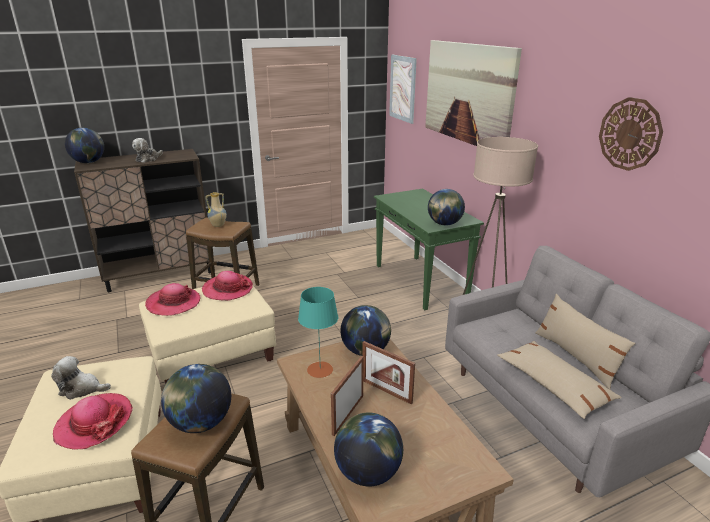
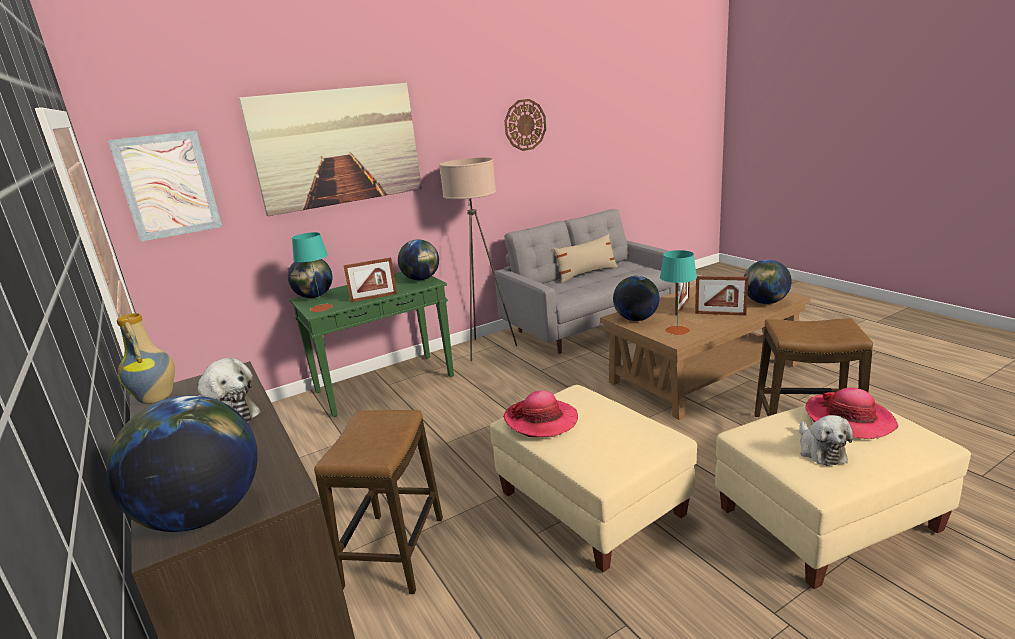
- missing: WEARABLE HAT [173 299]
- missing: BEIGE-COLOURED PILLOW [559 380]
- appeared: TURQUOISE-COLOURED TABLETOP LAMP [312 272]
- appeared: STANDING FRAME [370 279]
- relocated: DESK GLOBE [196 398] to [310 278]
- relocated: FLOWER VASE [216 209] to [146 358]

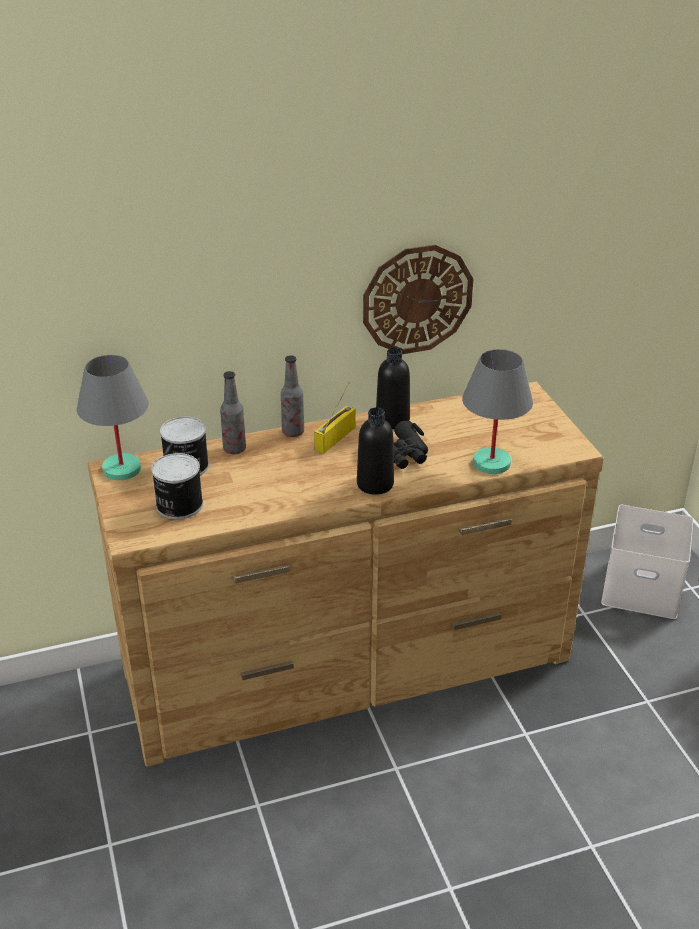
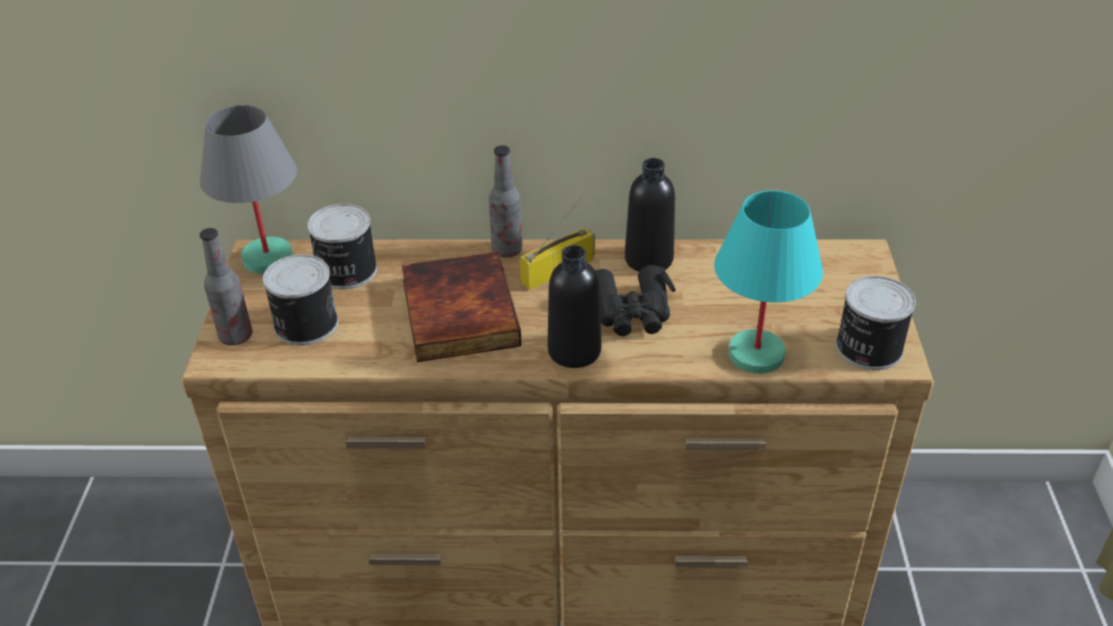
- missing: HANGING CLOCK [418 299]
- missing: WHITE-COLOURED STORAGE BOX [647 562]
- appeared: BOOK [462 307]
- appeared: SEALED CAN [876 323]
- relocated: DRINK BOTTLE [233 412] to [226 287]
- colour: GREYISH TABLETOP LAMP [497 411] to TURQUOISE-COLOURED TABLETOP LAMP [768 282]

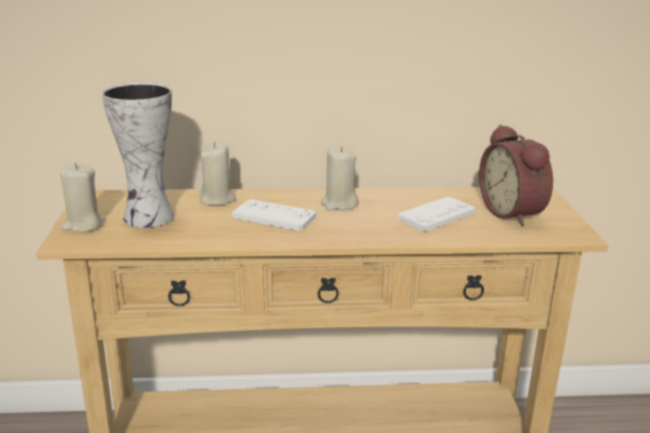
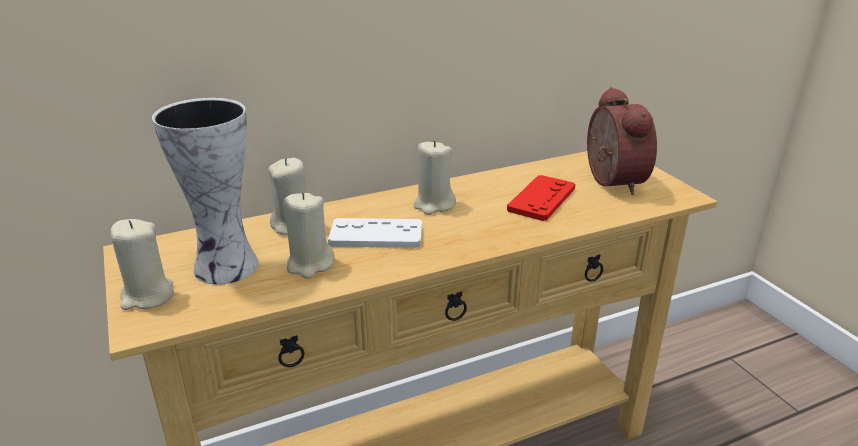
- appeared: BEIGE-COLOURED WAX LIGHT [309 235]
- colour: WHITE-COLOURED JOYPAD [437 214] to RED-COLOURED JOYPAD [541 198]
- spun: BEDSIDE CLOCK [516 175] = [622 141] 150 degrees counterclockwise

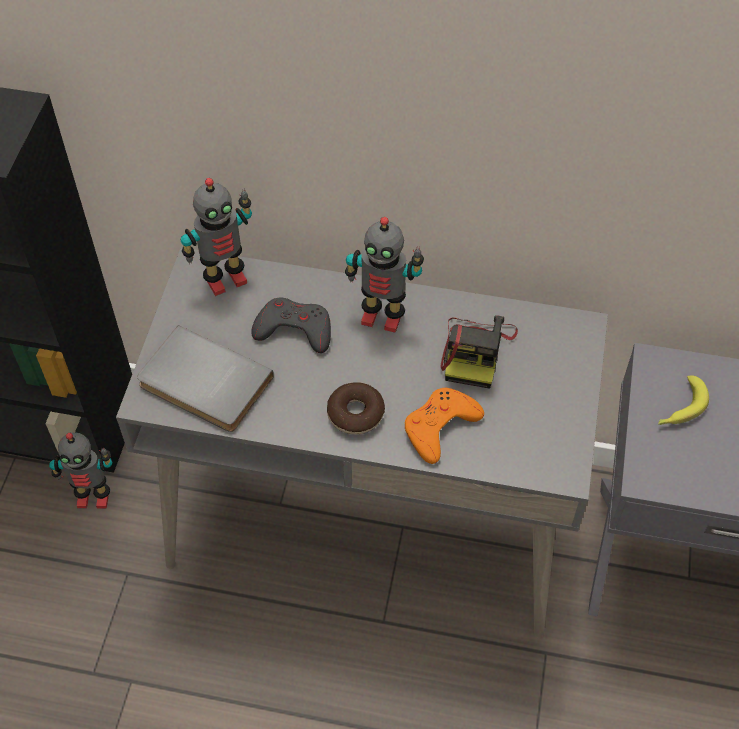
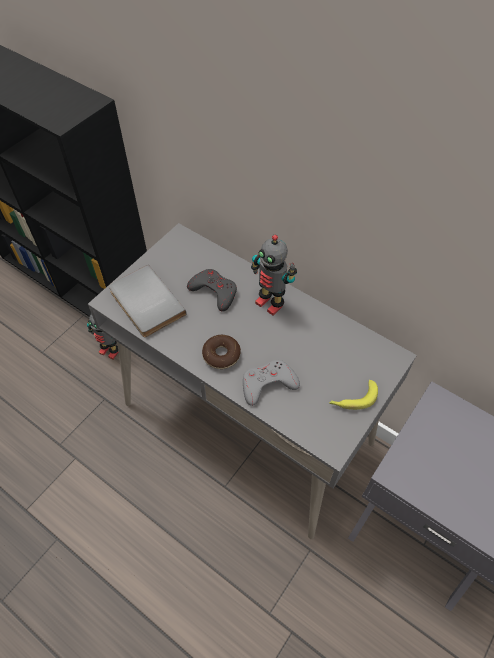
- missing: MODEL ROBOT [216 237]
- missing: PHOTO CAMERA [479 352]
- relocated: WHOLE BANANA [683 400] to [353 395]
- colour: ORANGE-COLOURED JOYPAD [444 426] to GREYISH JOYPAD [271 383]

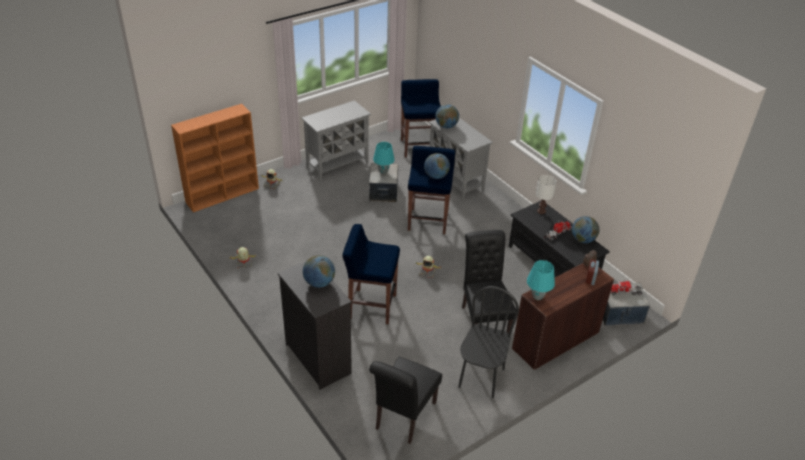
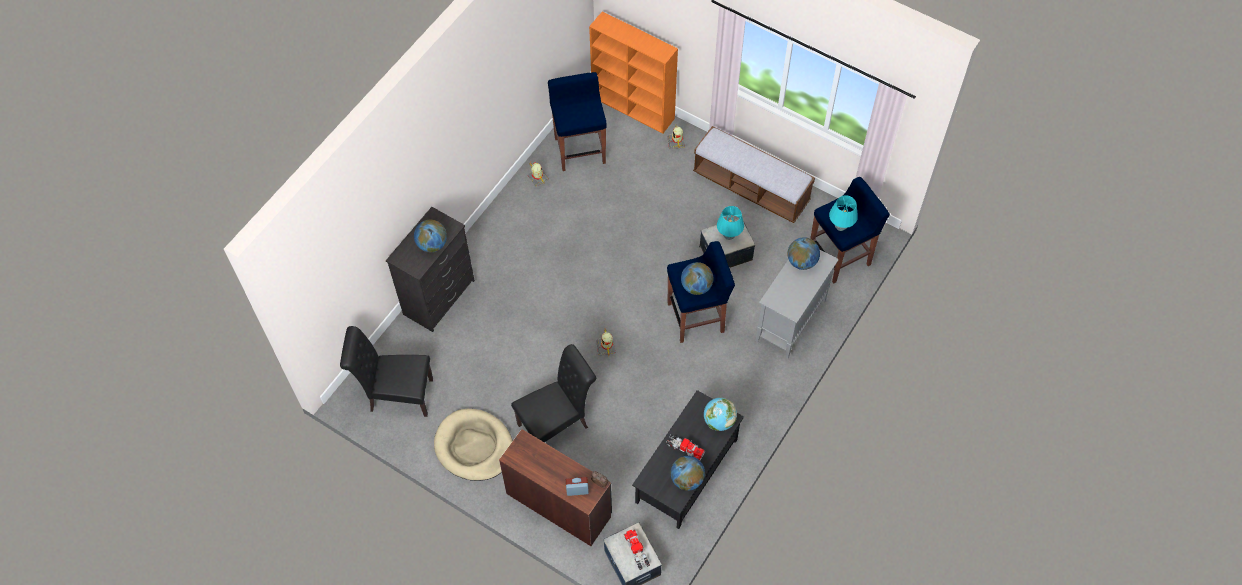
- relocated: BLUE-COLOURED STOOL [371 274] to [577 121]
- relocated: TURQUOISE-COLOURED TABLETOP LAMP [541 280] to [843 213]
- exchanged: GREYISH CABINET [336 140] to INDOOR BENCH [754 174]
- exchanged: BLACK-COLOURED UPRIGHT CHAIR [488 342] to BEIGE-COLOURED DOG CUSHION [473 445]
- exchanged: WHITE-COLOURED TABLETOP LAMP [546 194] to DESK GLOBE [720 414]

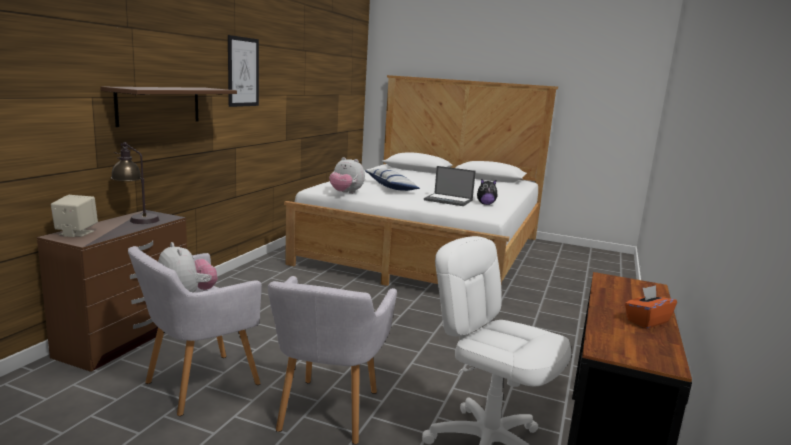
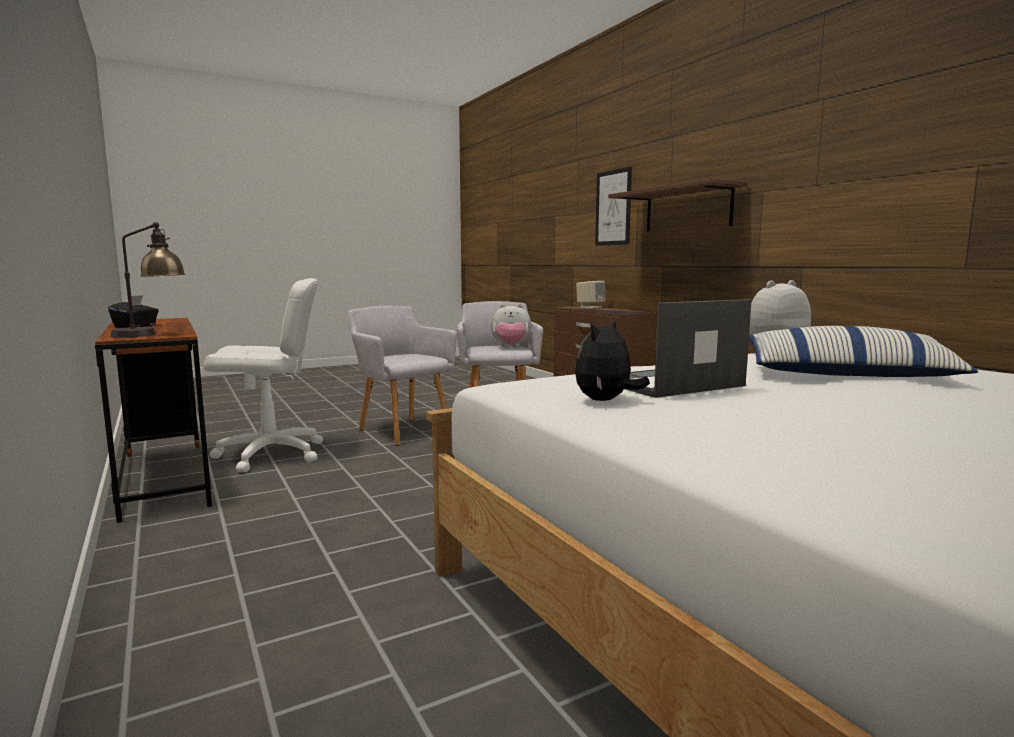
- relocated: TABLETOP LAMP [135 183] to [148 280]
- relocated: WALL ART [243 71] to [613 206]
- colour: ORANGE-COLOURED BOX OF TISSUES [651 306] to BLACK-COLOURED BOX OF TISSUES [133 311]

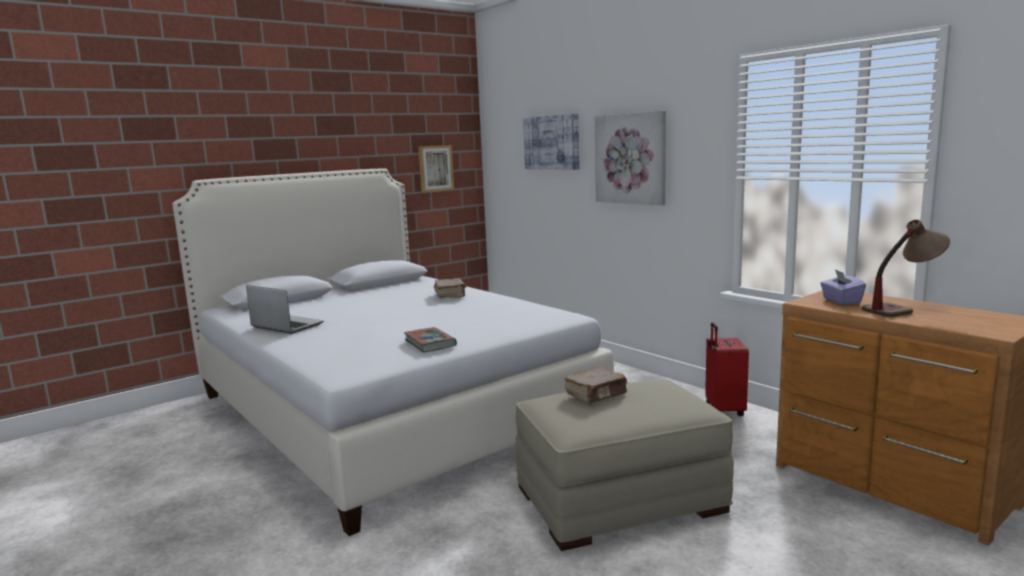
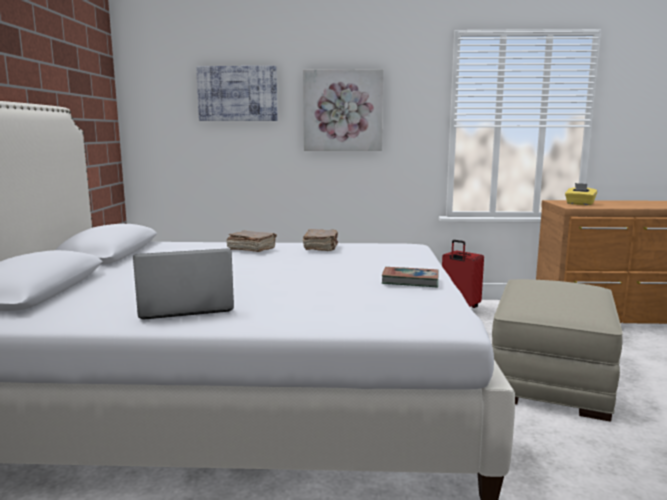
- missing: WALL ART [436 169]
- missing: TABLETOP LAMP [906 268]
- relocated: BROWN BOOK [595 384] to [320 240]
- colour: PURPLE-COLOURED BOX OF TISSUES [843 287] to YELLOWISH BOX OF TISSUES [581 194]

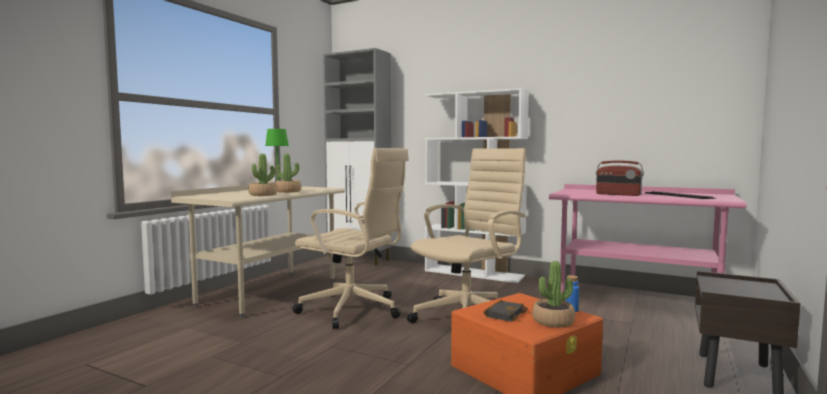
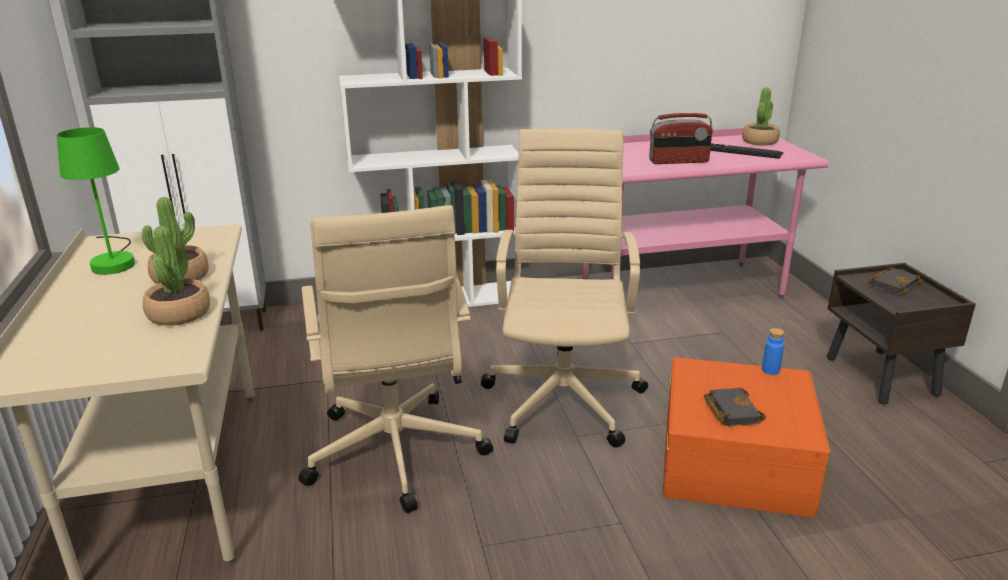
- appeared: BLACK-COLOURED BOOK [896 281]
- relocated: PLANT IN A POT [553 294] to [761 116]
- spun: BEIGE-COLOURED OFFICE CHAIR [350 238] = [395 359] 90 degrees clockwise

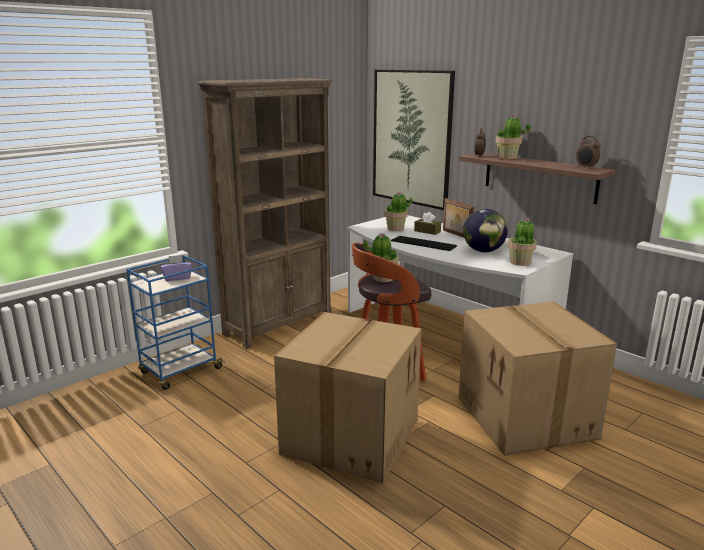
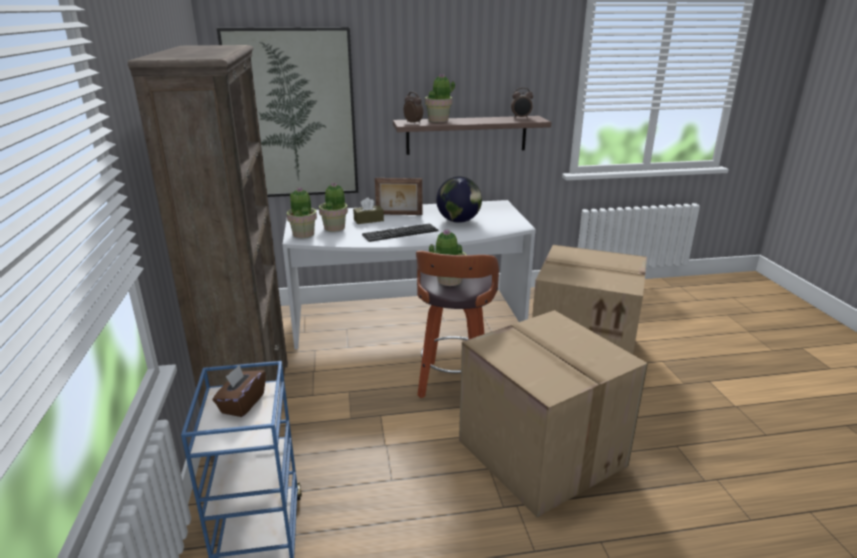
- relocated: PLANT IN A POT [522 241] to [302 212]
- colour: PURPLE-COLOURED BOX OF TISSUES [176 268] to BROWN BOX OF TISSUES [239 391]

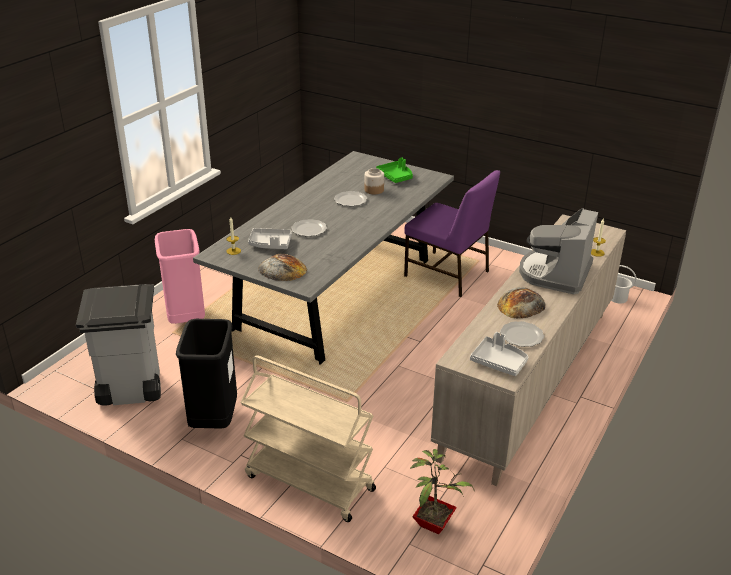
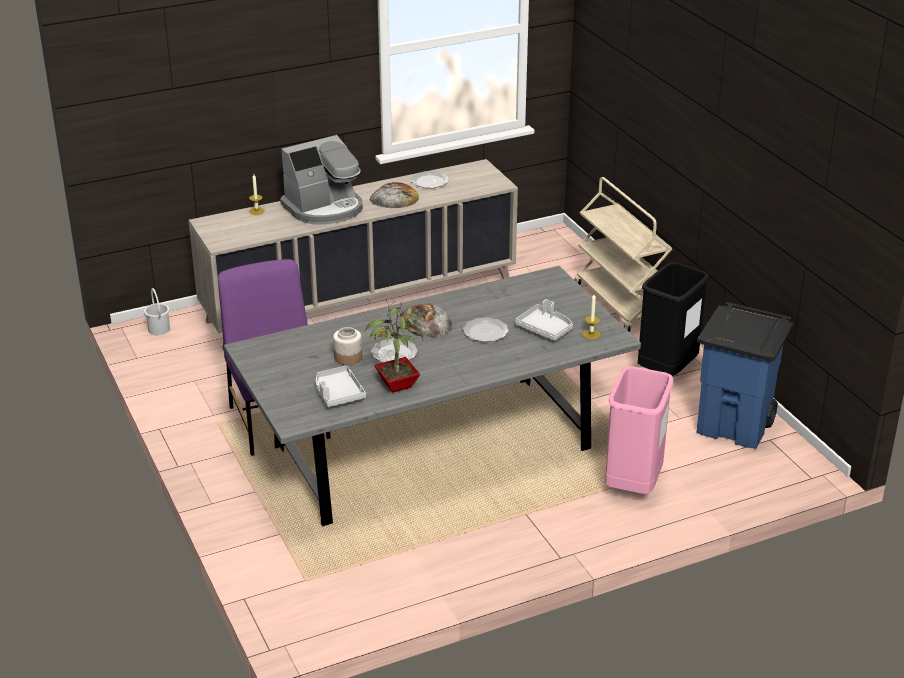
- missing: GREEN-COLOURED TRAY [394 170]
- relocated: BAKED BREAD [282 267] to [427 320]
- relocated: PLANT IN A POT [442 491] to [394 346]
- relocated: GREYISH TRAY [499 354] to [341 386]
- colour: GREYISH TRASH CAN [118 345] to BLUE-COLOURED TRASH CAN [744 375]

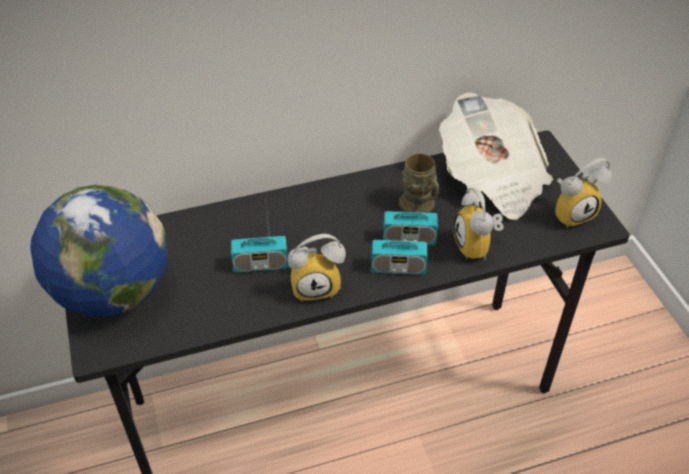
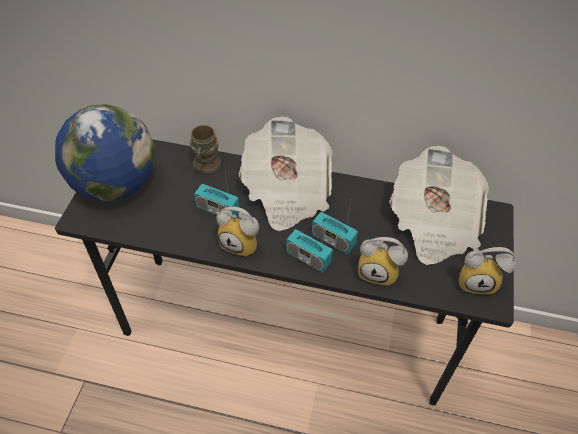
- appeared: NEWSPAPER [285 174]
- relocated: BROWN MUG [419 183] to [205 149]
- spun: BEDSIDE CLOCK [478 224] = [383 261] 90 degrees counterclockwise

